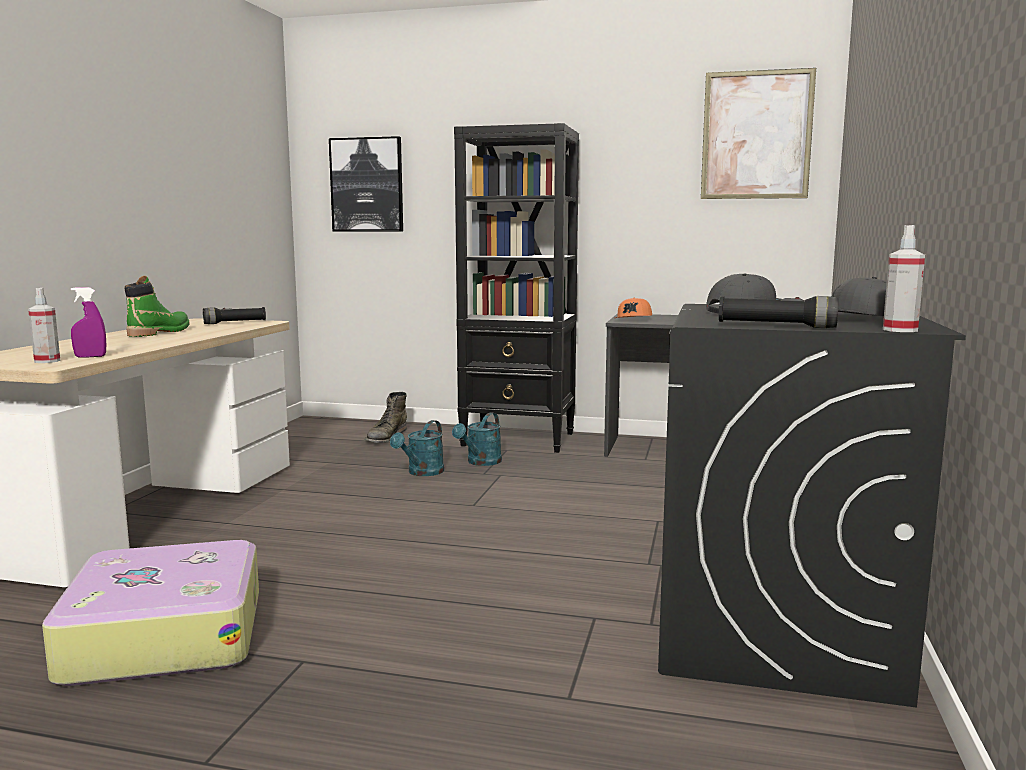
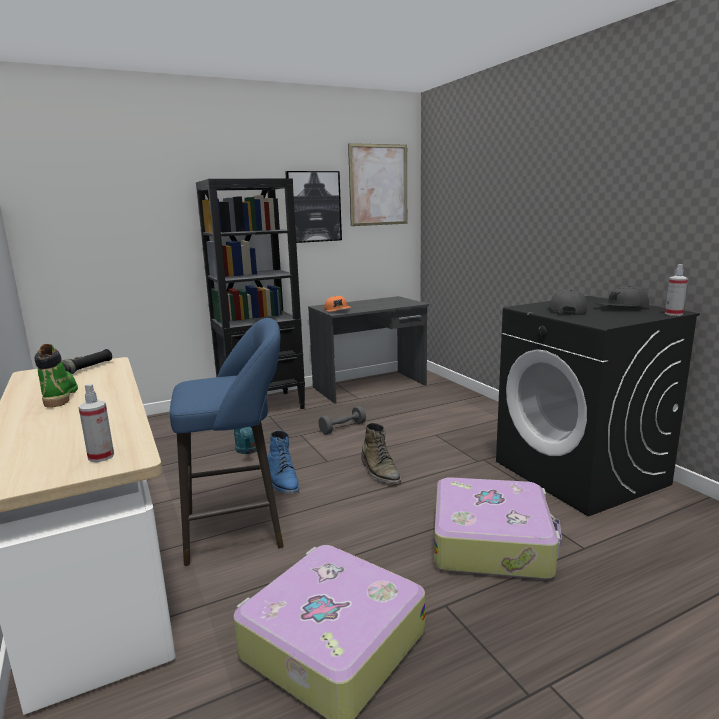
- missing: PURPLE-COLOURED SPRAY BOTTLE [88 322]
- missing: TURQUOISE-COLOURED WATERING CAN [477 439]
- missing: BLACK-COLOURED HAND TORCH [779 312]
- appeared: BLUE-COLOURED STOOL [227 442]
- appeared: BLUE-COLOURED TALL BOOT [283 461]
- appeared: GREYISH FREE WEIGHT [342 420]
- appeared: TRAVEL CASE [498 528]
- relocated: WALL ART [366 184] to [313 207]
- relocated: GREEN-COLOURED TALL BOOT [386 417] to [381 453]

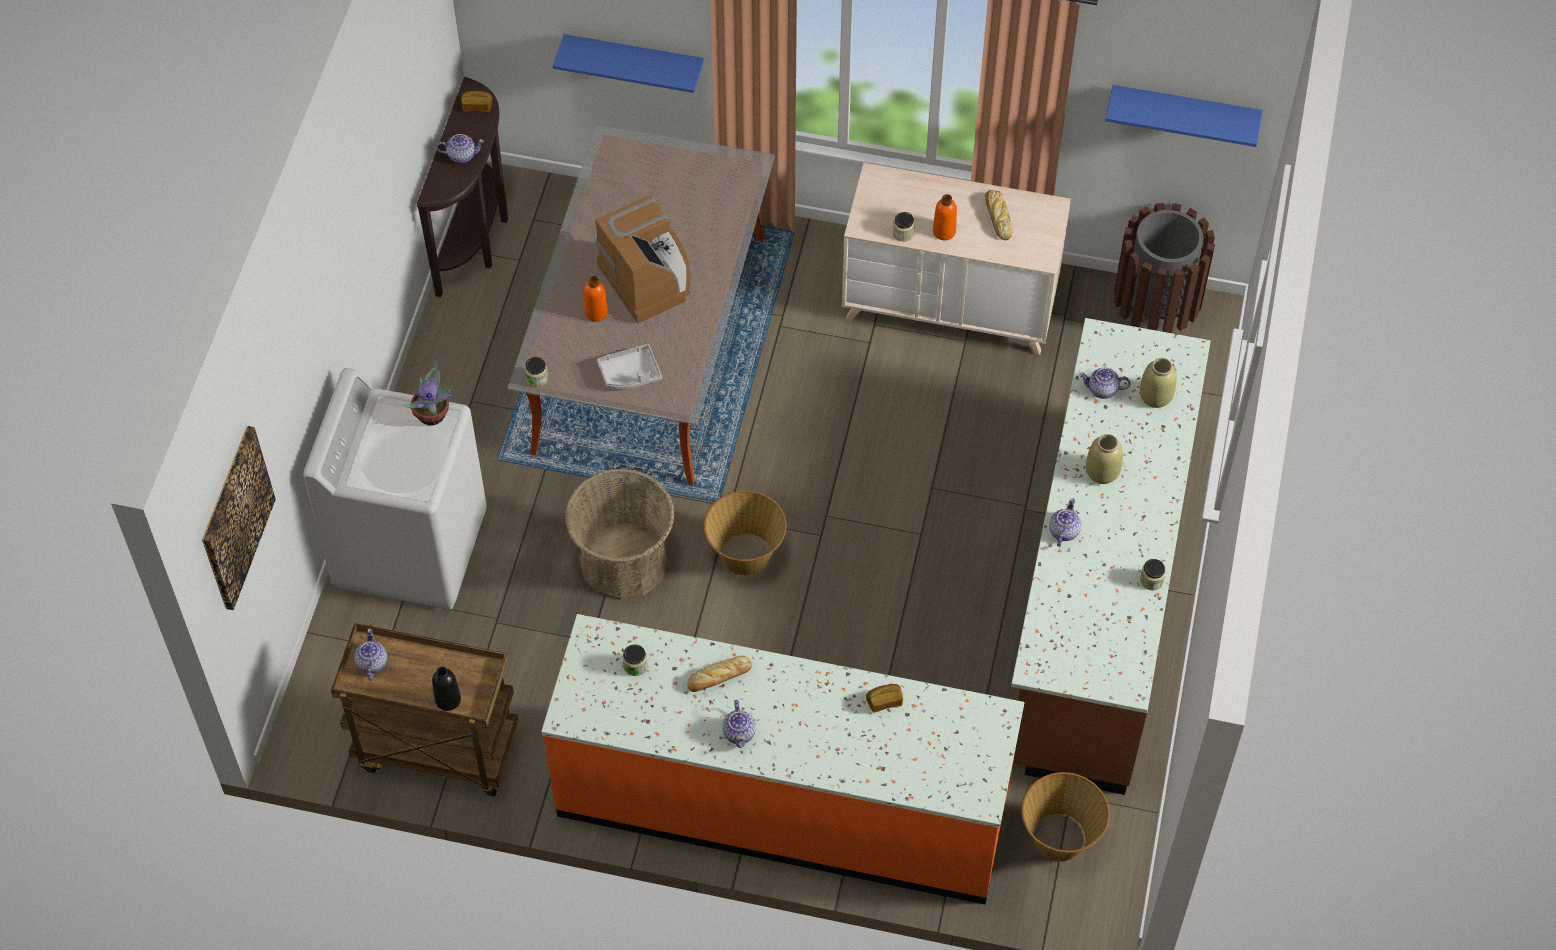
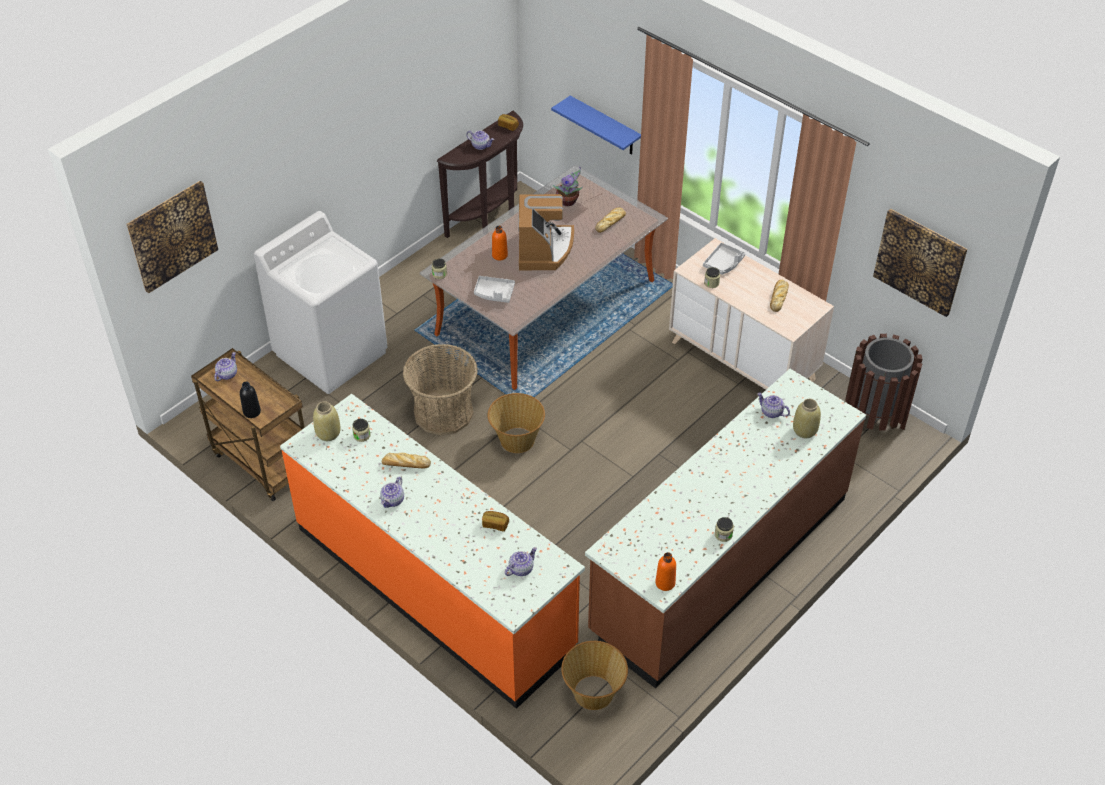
- appeared: BAKED BREAD [611 220]
- appeared: GREYISH TRAY [724 259]
- relocated: PLANT IN A POT [428 393] to [567 186]
- relocated: ORANGE-COLOURED DRINK BOTTLE [945 217] to [665 571]
- relocated: POT FOR TEA [1065 522] to [521 561]
- relocated: BEIGE-COLOURED FLOWER VASE [1104 459] to [327 421]
- exchanged: BLUE-COLOURED SHELF [1184 116] to WALL ART [920 263]

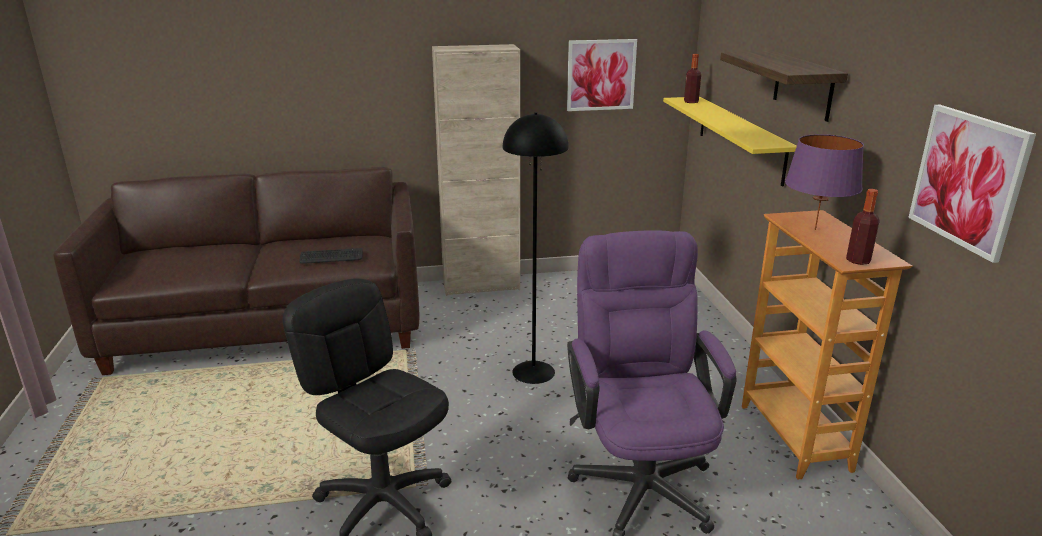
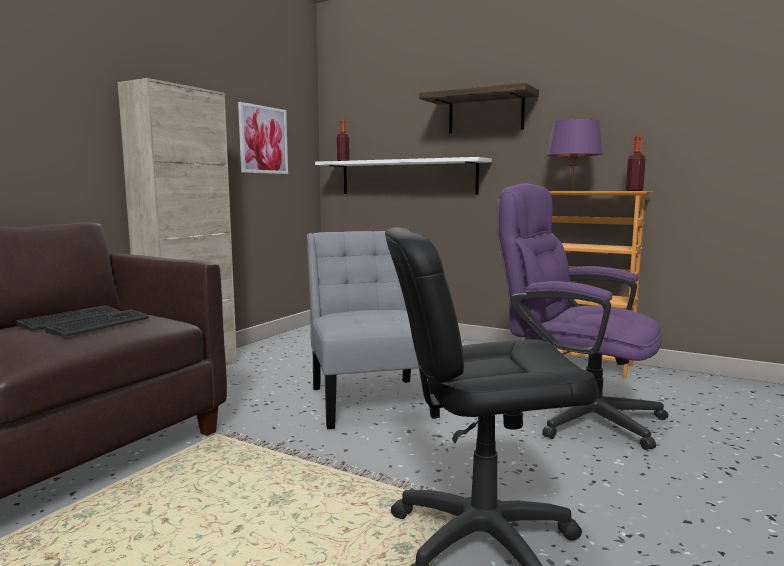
- missing: WALL ART [972 184]
- appeared: KEYBOARD [68 318]
- exchanged: BLACK-COLOURED STANDARD LAMP [536 248] to GREYISH UPRIGHT CHAIR [373 330]
- colour: YELLOWISH SHELF [730 142] to WHITE-COLOURED SHELF [403 176]

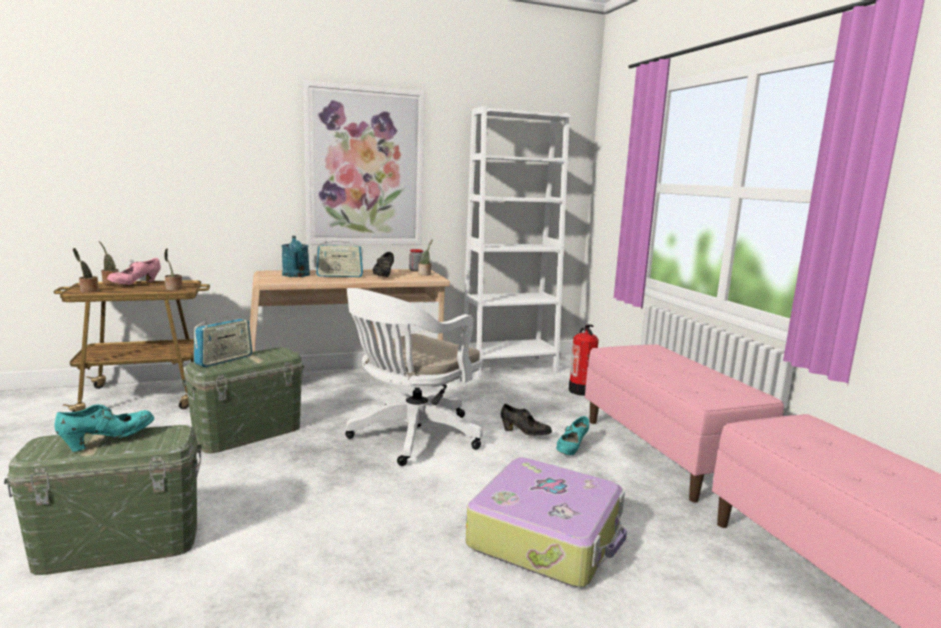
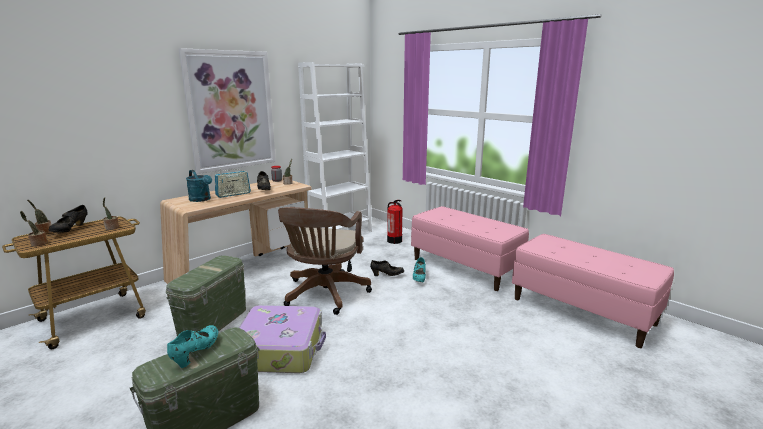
- missing: RADIO RECEIVER [223 342]
- relocated: TRAVEL CASE [546 522] to [282 339]
- colour: PINKISH SHOE [134 271] to BLACK-COLOURED SHOE [68 219]
- colour: WHITE-COLOURED OFFICE CHAIR [414 377] to BROWN OFFICE CHAIR [325 261]

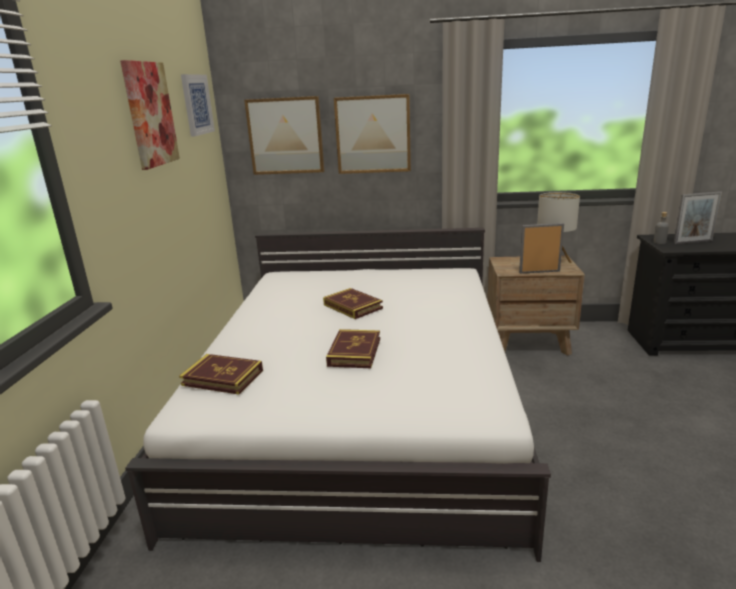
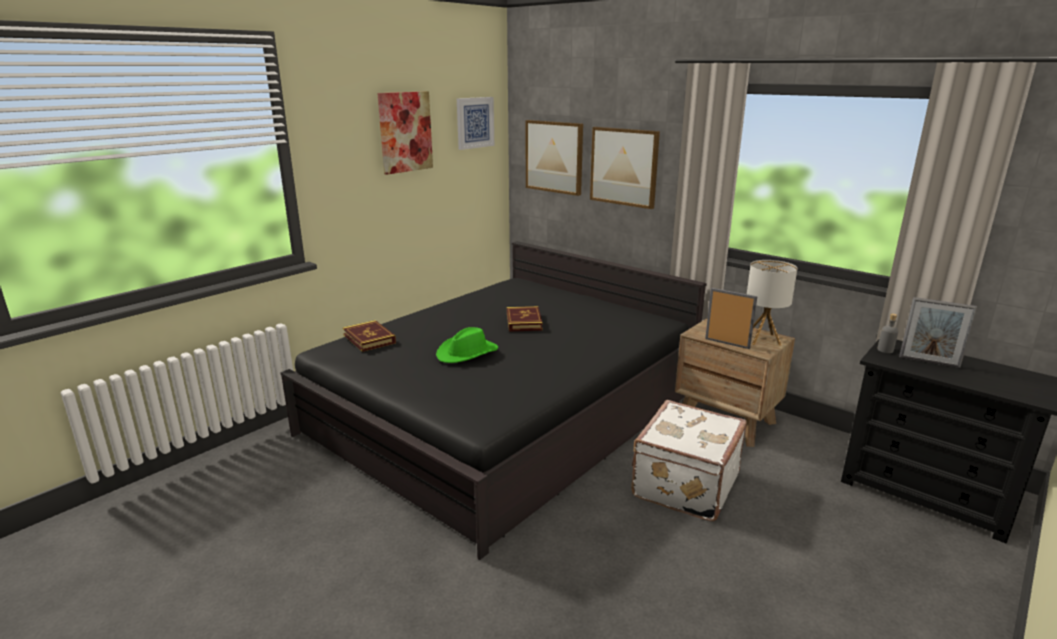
- appeared: WHITE-COLOURED TRAVEL CASE [689 461]
- exchanged: BOOK [353 348] to GREEN-COLOURED WEARABLE HAT [467 345]
- colour: WHITE-COLOURED BED [338 395] to BLACK-COLOURED BED [493 400]

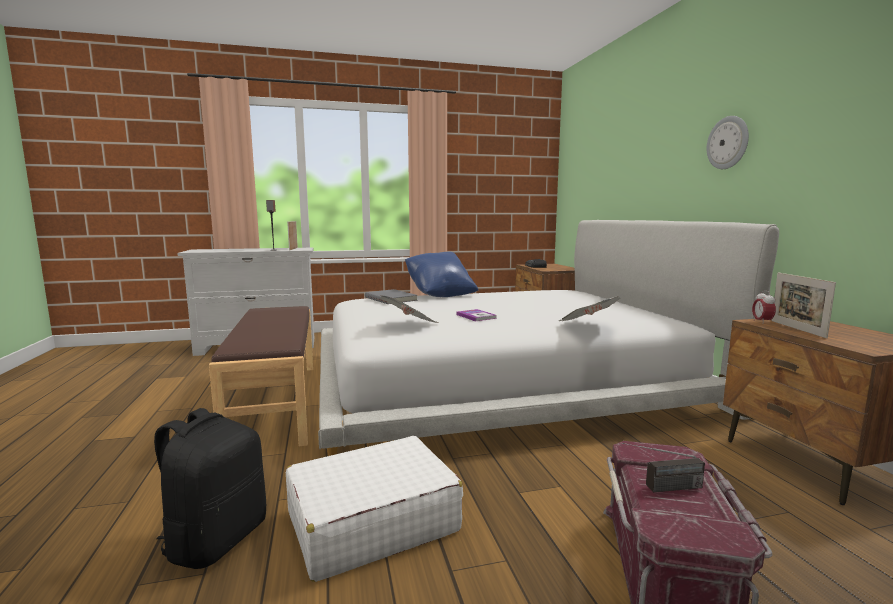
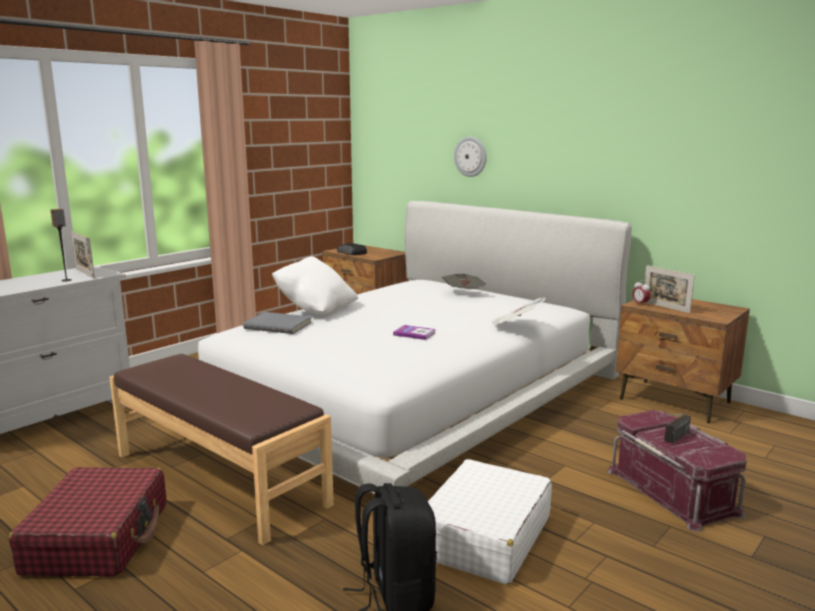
- appeared: RED-COLOURED TRAVEL CASE [87 522]
- relocated: NEWSPAPER [409 309] to [463 281]
- relocated: HANGING CLOCK [728 142] to [470 156]
- colour: BLUE-COLOURED PILLOW [441 274] to WHITE-COLOURED PILLOW [315 285]

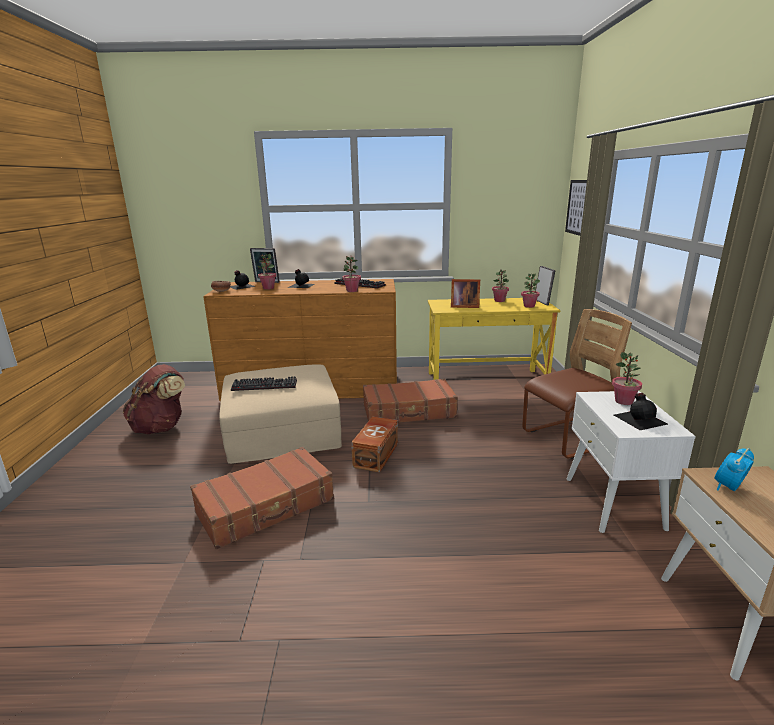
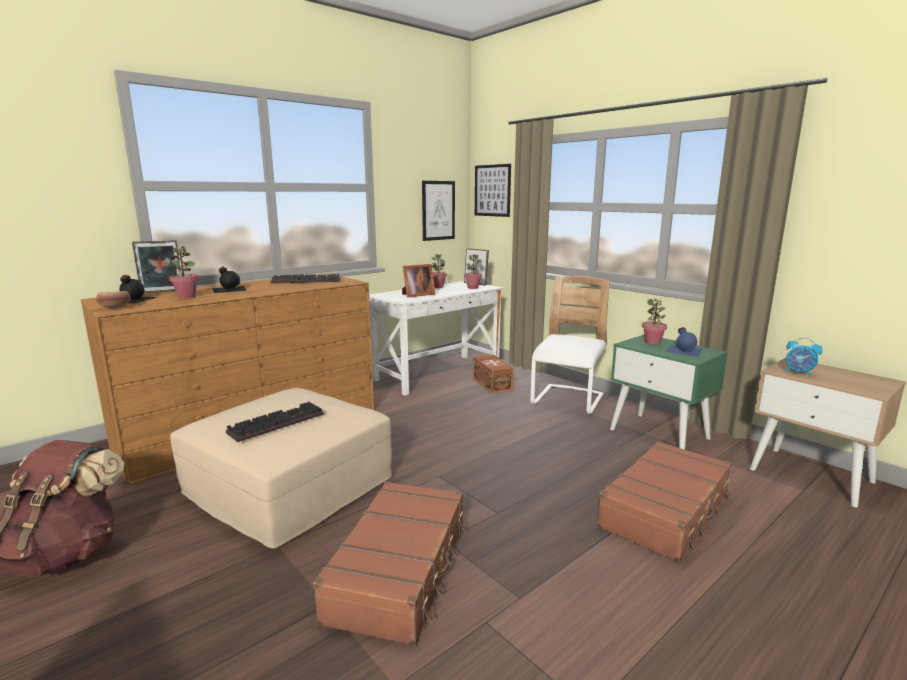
- missing: PLANT IN A POT [351 274]
- appeared: WALL ART [438 211]
- relocated: BROWN STORAGE BOX [374 444] to [493 374]
- relocated: BROWN TRAVEL CASE [410 401] to [664 502]
- colour: YELLOWISH DESK UNIT [494 339] to WHITE-COLOURED DESK UNIT [436 338]
- colour: BROWN UPRIGHT CHAIR [577 384] to WHITE-COLOURED UPRIGHT CHAIR [570 345]
- colour: WHITE-COLOURED NIGHTSTAND [631 462] to GREEN-COLOURED NIGHTSTAND [669 392]
- colour: BLACK-COLOURED DRINK BOTTLE [641 411] to BLUE-COLOURED DRINK BOTTLE [684 342]
- spun: BEDSIDE CLOCK [734 469] = [803 357] 60 degrees counterclockwise

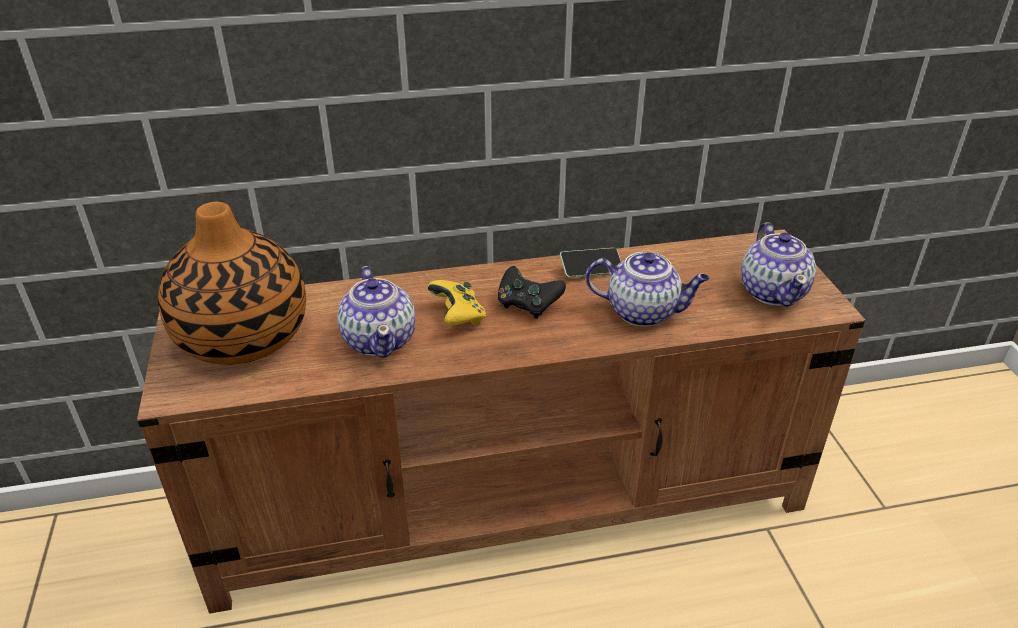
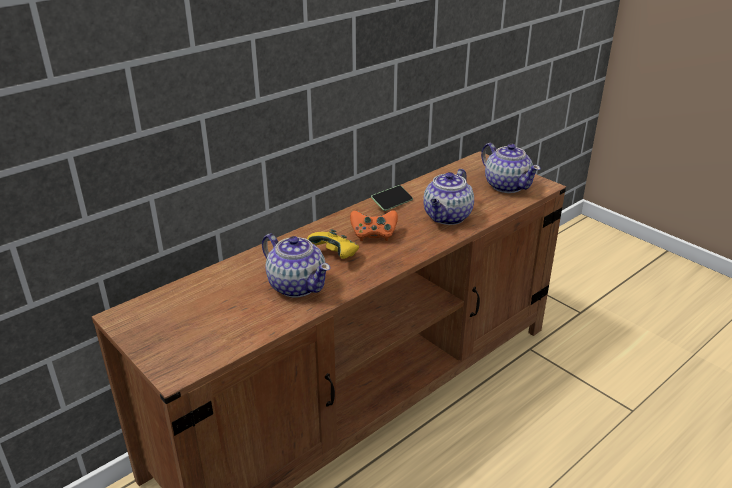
- missing: FLOWER VASE [232 283]
- colour: BLACK-COLOURED JOYPAD [532 292] to ORANGE-COLOURED JOYPAD [374 225]
- spun: POT FOR TEA [648 289] = [448 197] 135 degrees clockwise

